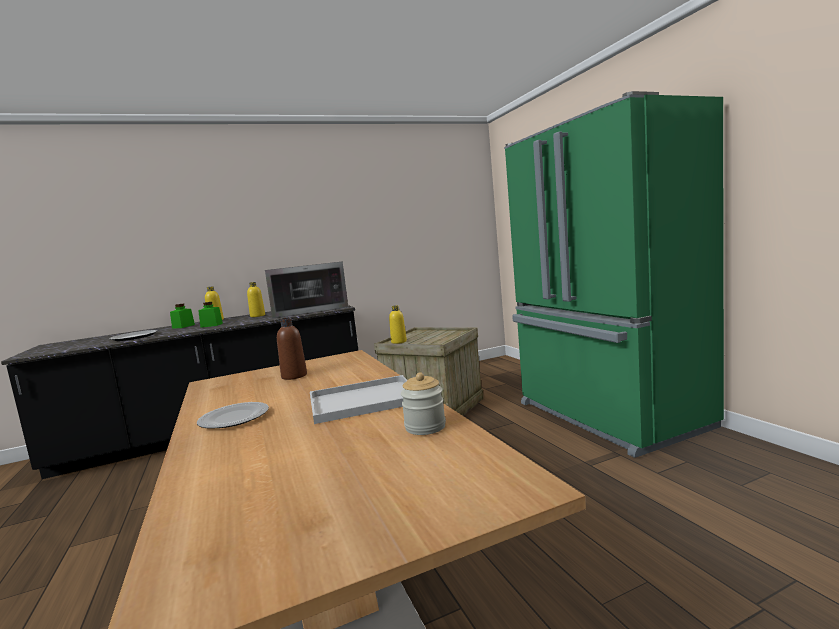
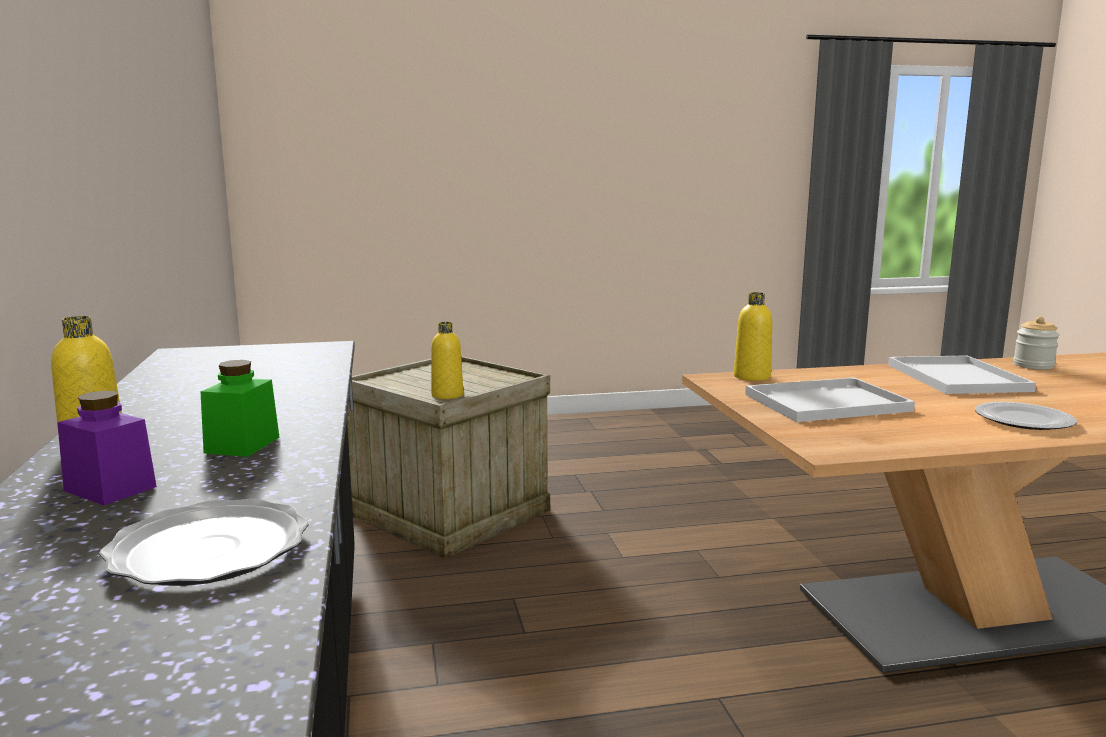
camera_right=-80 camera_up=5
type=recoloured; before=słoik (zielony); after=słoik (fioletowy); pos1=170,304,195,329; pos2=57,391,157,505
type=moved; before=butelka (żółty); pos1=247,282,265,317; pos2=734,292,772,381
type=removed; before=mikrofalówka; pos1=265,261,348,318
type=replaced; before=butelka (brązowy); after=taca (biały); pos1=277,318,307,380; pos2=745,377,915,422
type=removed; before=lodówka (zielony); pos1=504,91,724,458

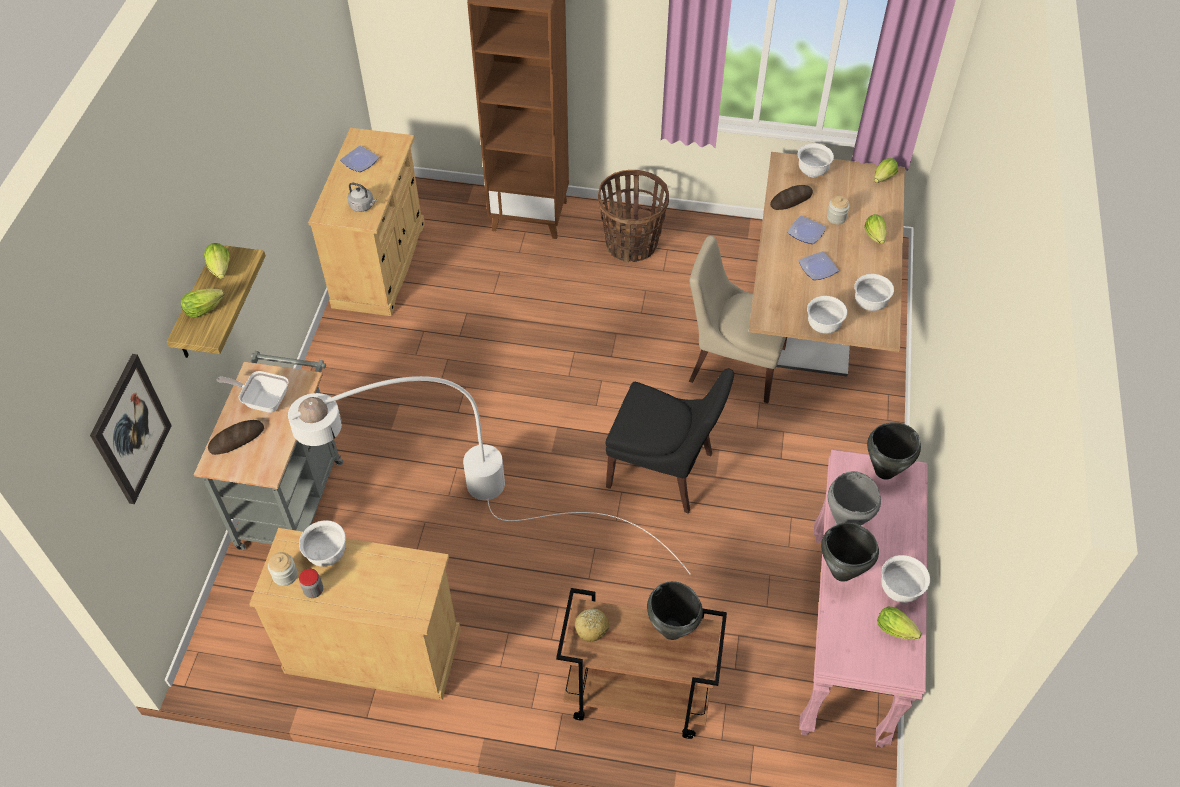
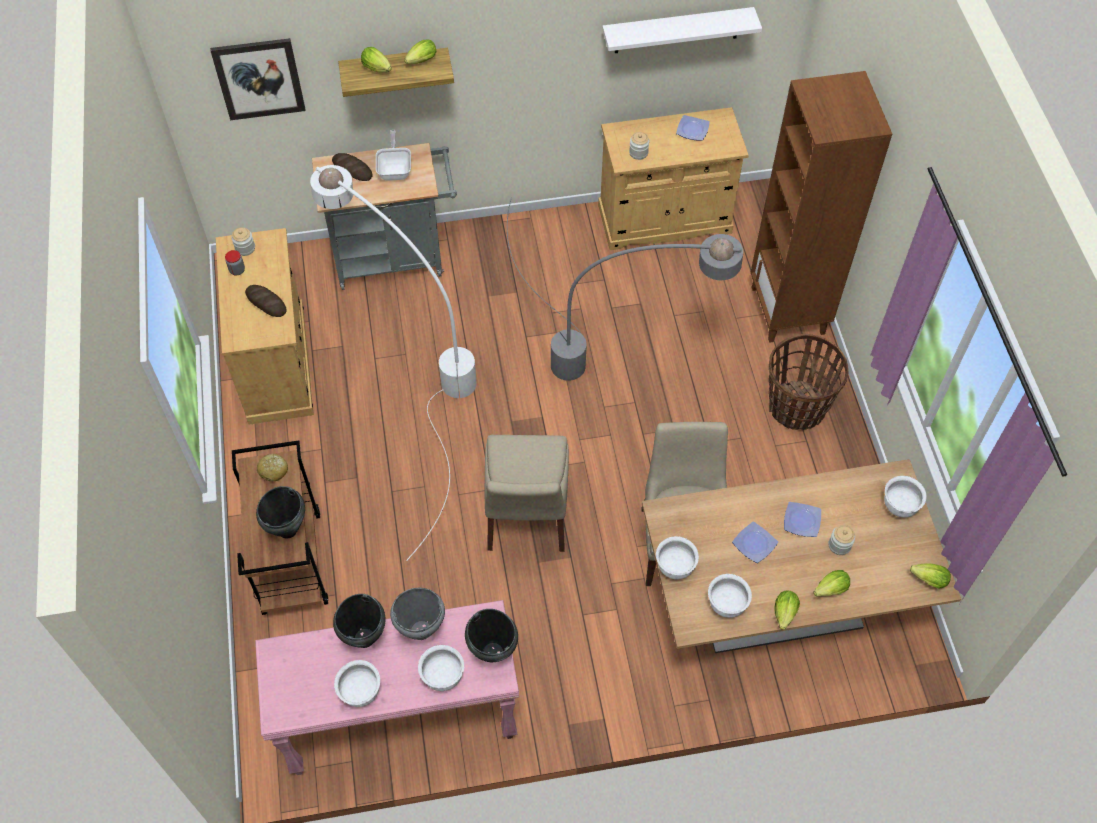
camera_right=70 camera_up=5
type=moved; before=miska (biały); pos1=299,520,346,567; pos2=418,645,464,691
type=replaced; before=czajnik (szary); after=słoik; pos1=348,183,377,212; pos2=629,132,649,160
type=recoloured; before=krzesło (czarny); after=krzesło (beżowy); pos1=606,368,734,514; pos2=485,435,569,552
type=moved; before=chleb; pos1=770,185,813,210; pos2=245,285,287,317
type=moved; before=sałata; pos1=877,607,922,640; pos2=774,591,800,630
type=added; after=lampa stojąca (szary); pos2=507,197,743,381
type=added; after=półka (biały); pos2=602,7,762,53

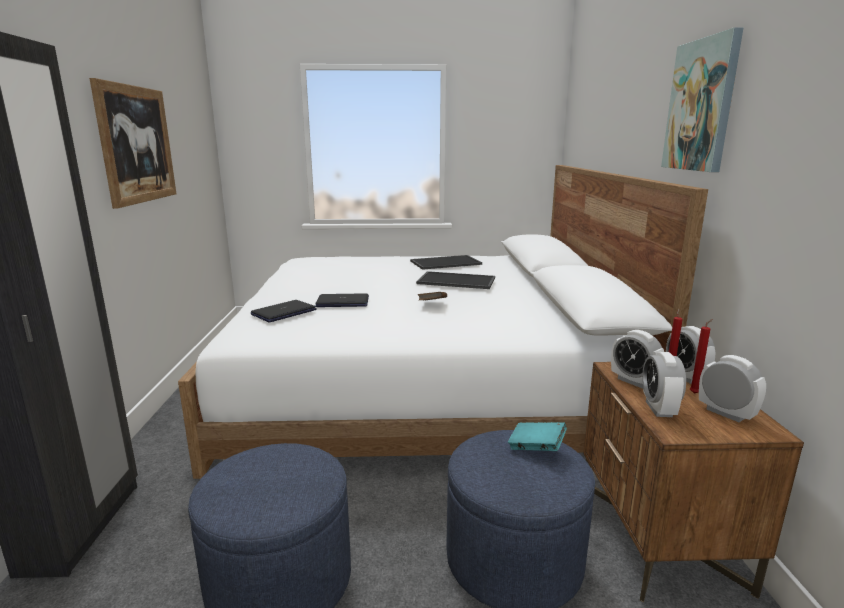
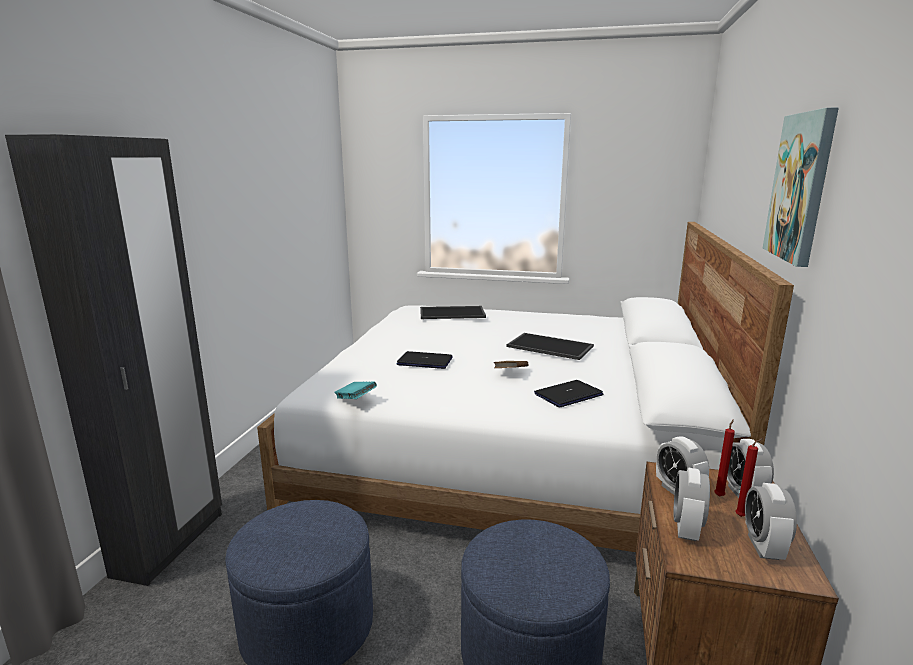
camera_right=15 camera_up=0
type=removed; before=obraz; pos1=89,78,176,209
type=moved; before=laptop; pos1=251,300,317,322; pos2=534,380,604,407
type=moved; before=taca; pos1=410,255,482,270; pos2=420,306,486,319
type=moved; before=książka (turkusowy); pos1=508,422,567,451; pos2=334,382,377,399
type=turned; before=budzik; pos1=699,355,766,422; pos2=745,483,797,560; turn=-150

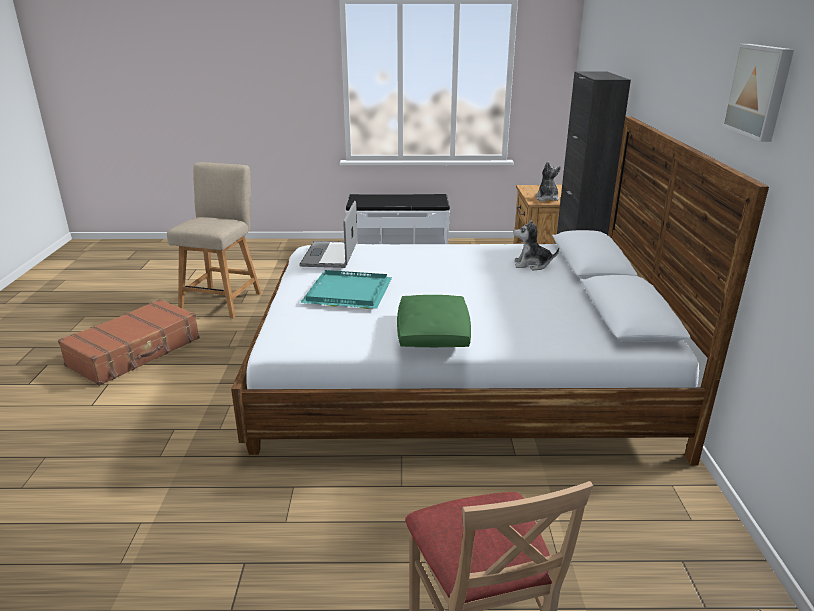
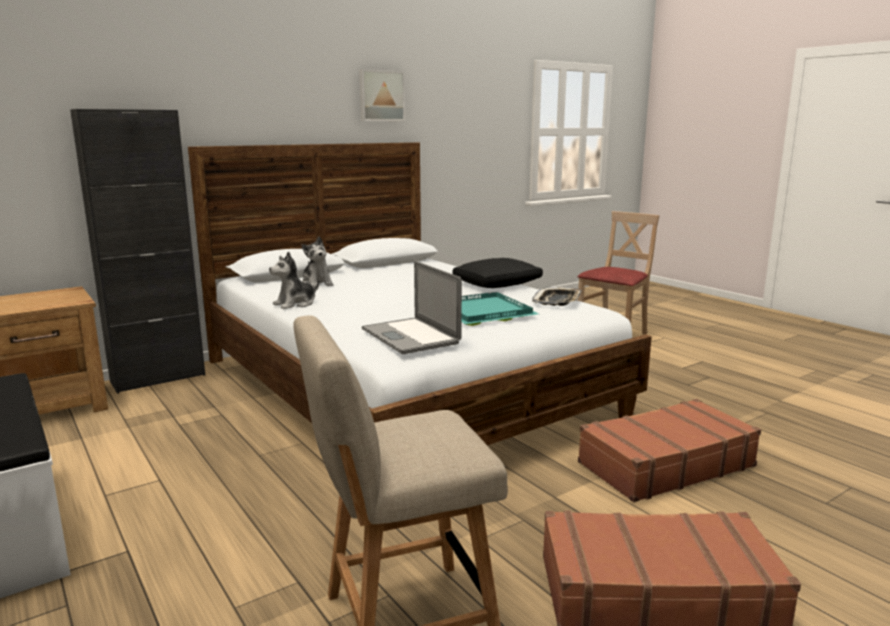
camera_right=-125 camera_up=-10
type=turned; before=laptop; pos1=299,201,358,268; pos2=362,261,462,354; turn=90
type=recoloured; before=poduszka (zielony); after=poduszka (czarny); pos1=397,295,471,347; pos2=453,258,543,288
type=moved; before=pluszak; pos1=536,162,561,201; pos2=269,251,320,309
type=added; after=taca; pos2=532,287,582,306
type=added; after=walizka (brązowy); pos2=578,399,761,502

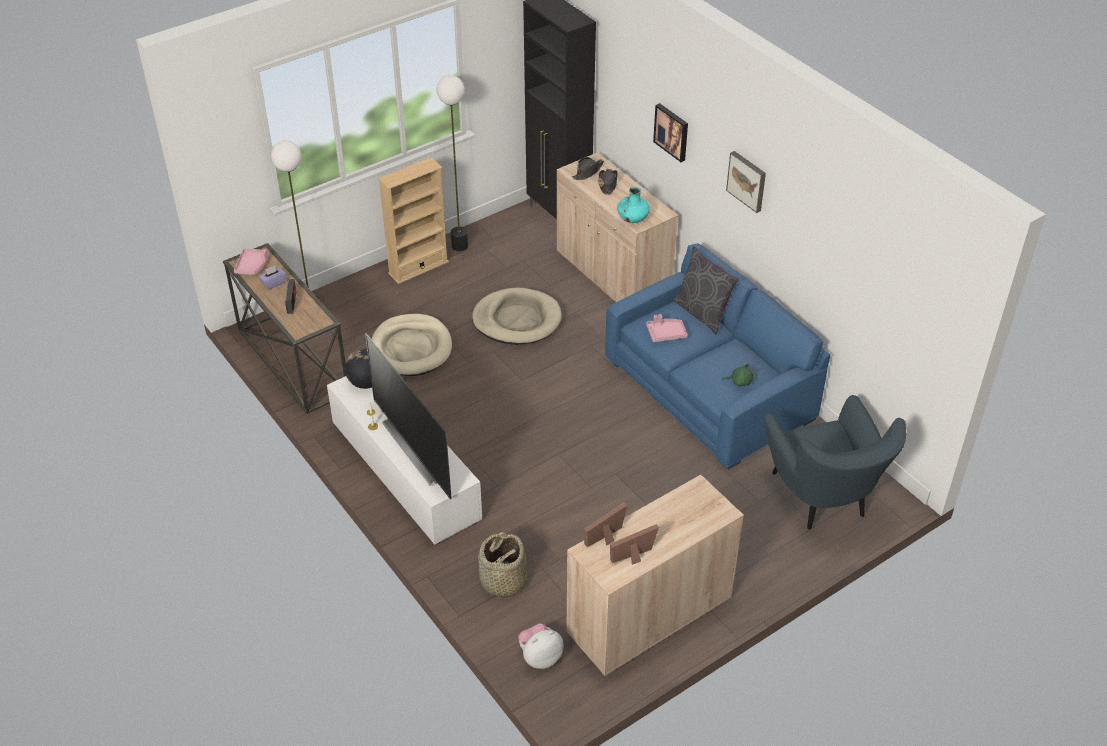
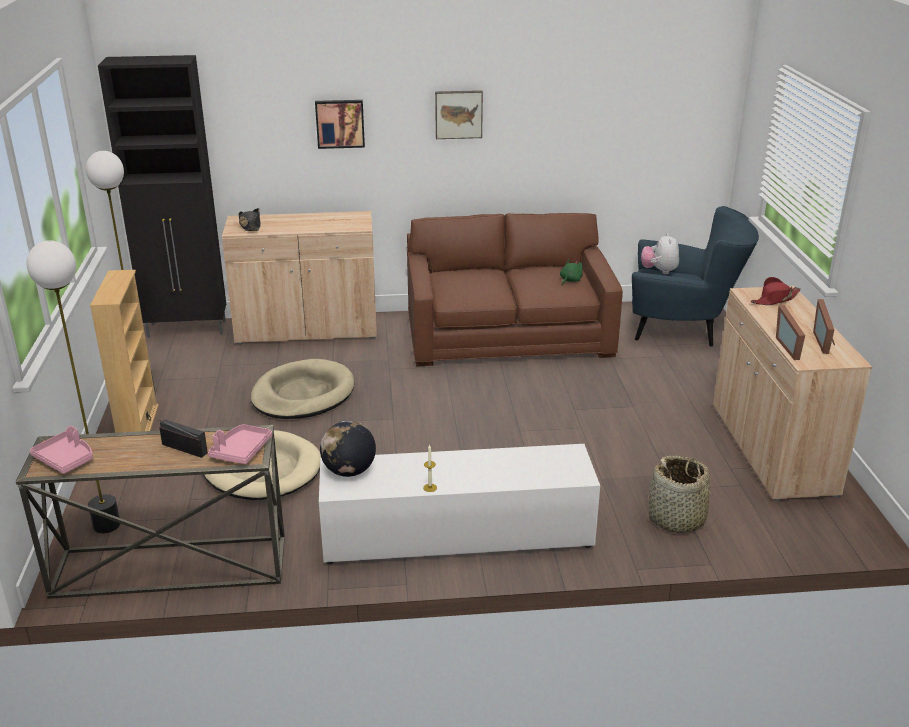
camera_right=-60 camera_up=-15
type=removed; before=pudełko chusteczek (fioletowy); pos1=259,266,286,290
type=removed; before=telewizor; pos1=365,333,452,500
type=moved; before=pluszak; pos1=518,624,564,669; pos2=641,233,679,274
type=removed; before=kapelusz (czarny); pos1=598,169,618,195
type=recoloured; before=kanapa (niebieski); after=kanapa (brązowy); pos1=605,243,830,470; pos2=407,213,623,367
type=removed; before=wazon (turkusowy); pos1=617,187,650,223
type=moved; before=taca (różowy); pos1=646,314,688,342; pos2=208,424,272,464
type=removed; before=poduszka (szary); pos1=673,246,739,334
type=added; after=kapelusz (czerwony); pos2=751,277,801,305

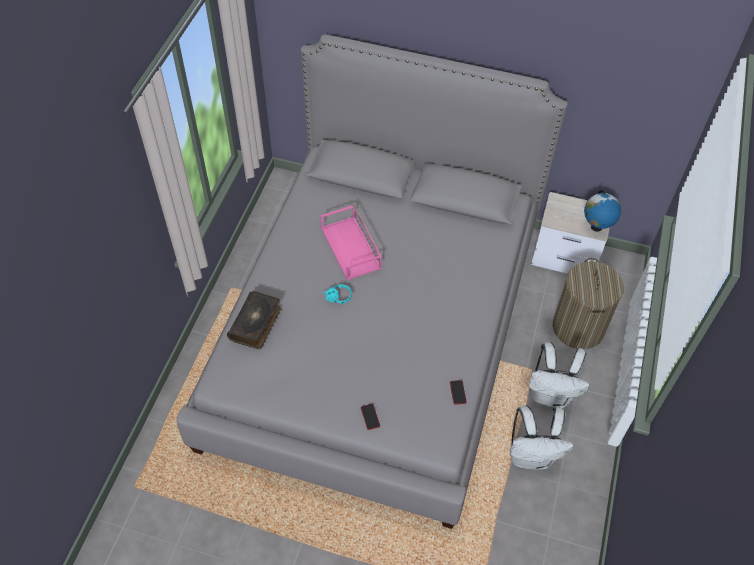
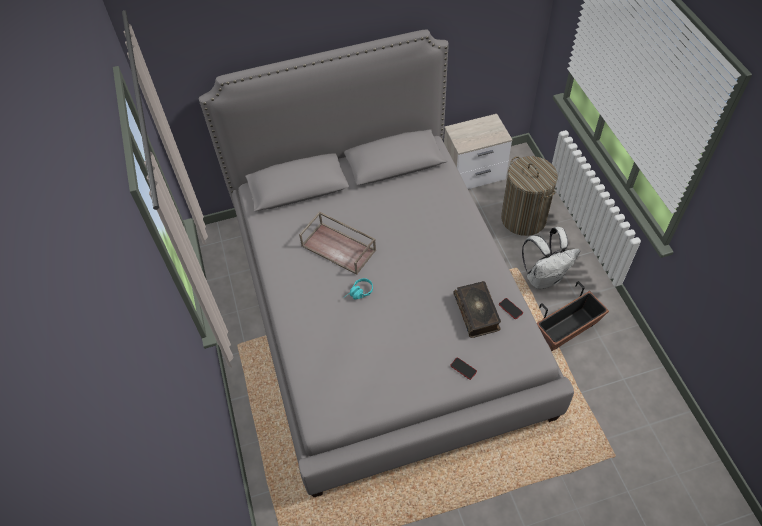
camera_right=-30 camera_up=0
type=moved; before=książka; pos1=227,291,281,349; pos2=453,281,501,338
type=recoloured; before=taca (różowy); after=taca (brązowy); pos1=320,205,382,280; pos2=299,212,376,275
type=replaced; before=plecak (biały); after=donica; pos1=510,405,573,470; pos2=537,281,609,352
type=removed; before=globus; pos1=584,190,621,232

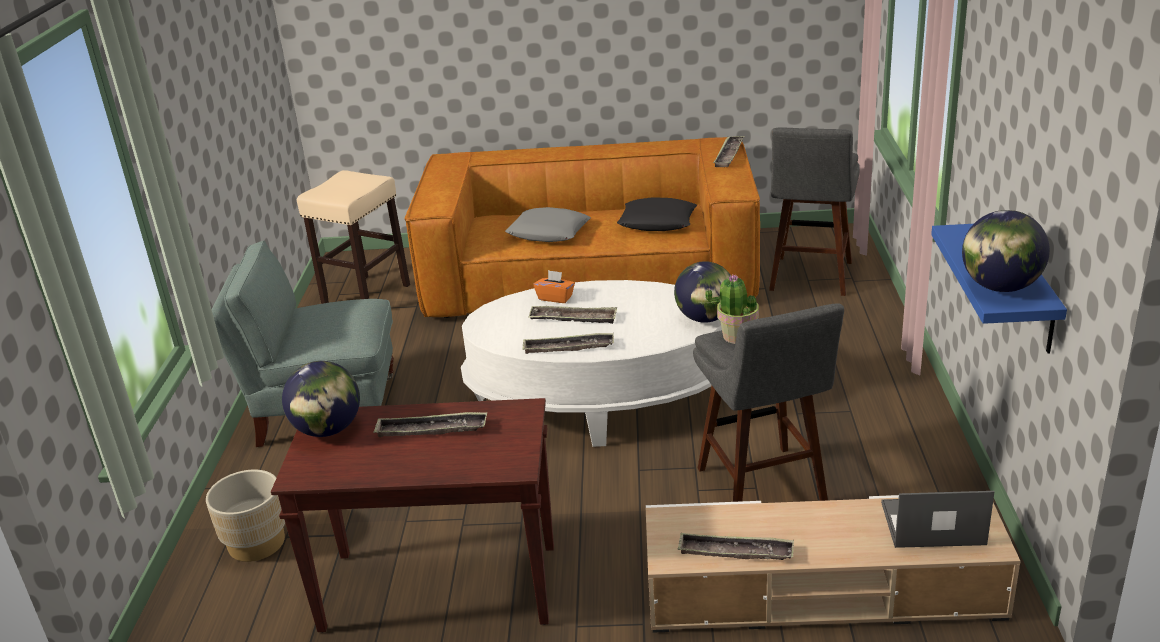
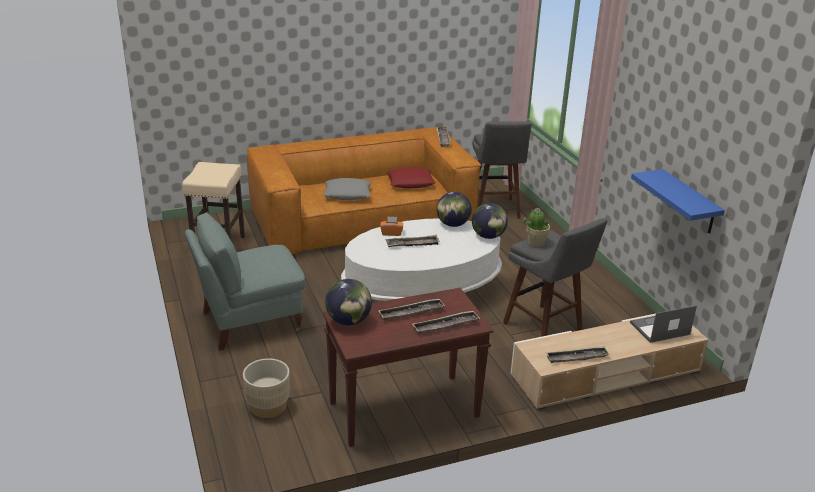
camera_right=-25 camera_up=0
type=moved; before=taca; pos1=522,333,614,354; pos2=412,311,480,334
type=recoloured; before=poduszka (czarny); after=poduszka (czerwony); pos1=617,197,697,231; pos2=386,167,436,189
type=moved; before=globus; pos1=962,210,1050,292; pos2=437,192,472,227

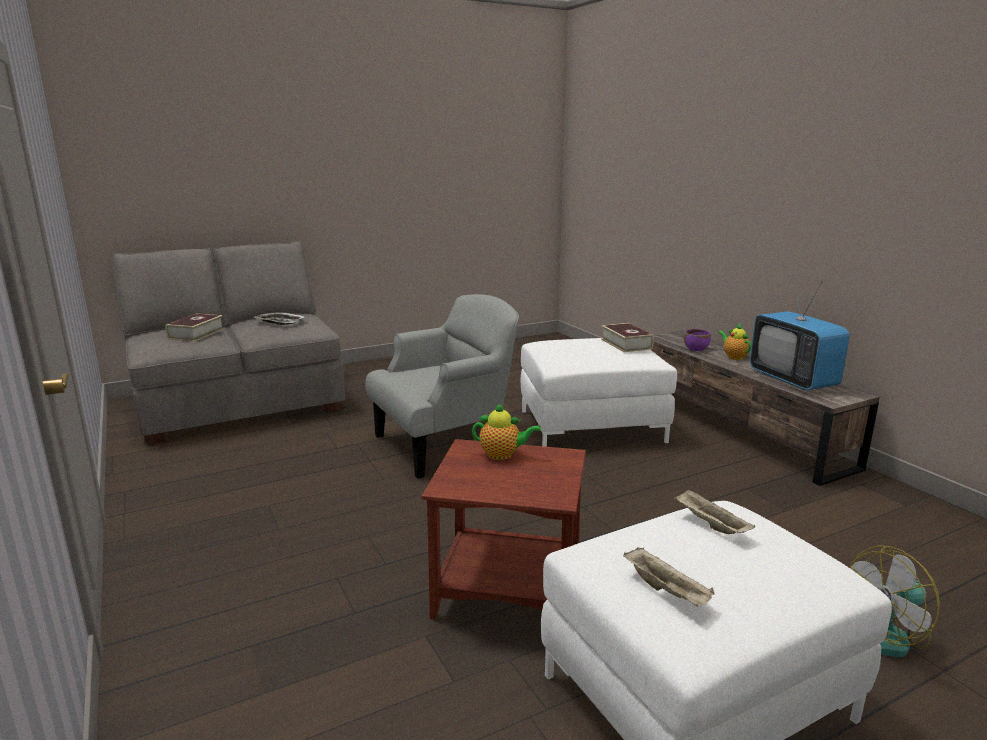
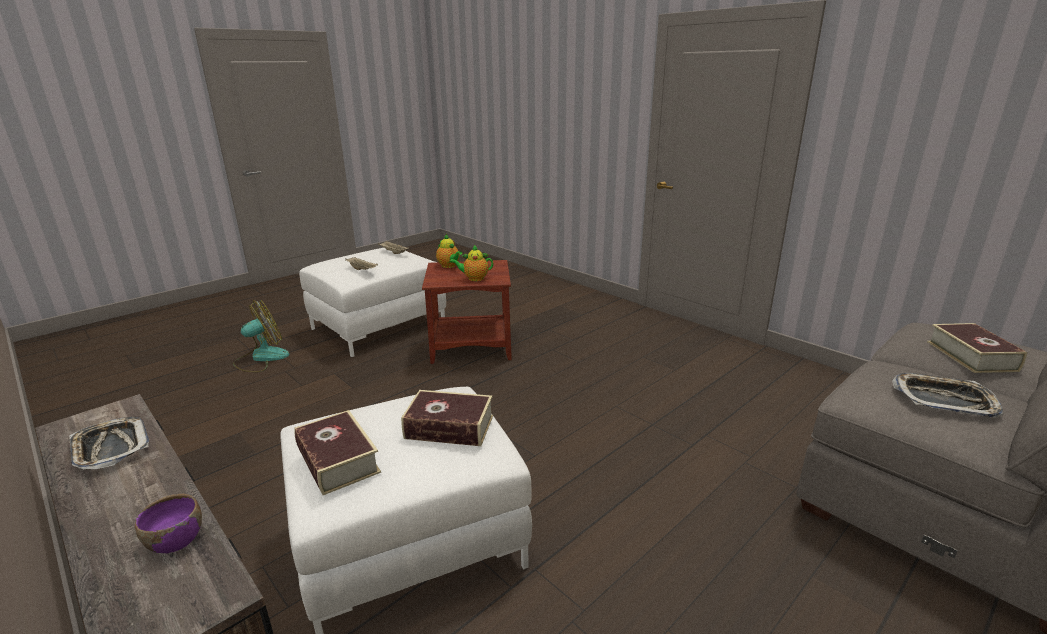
camera_right=165 camera_up=5
type=removed; before=fotel (szary); pos1=365,294,519,479
type=moved; before=imbryk; pos1=718,323,751,360; pos2=436,234,462,268
type=replaced; before=telewizor; after=taca; pos1=750,275,850,390; pos2=69,417,149,469
type=added; after=książka; pos2=401,390,493,446

